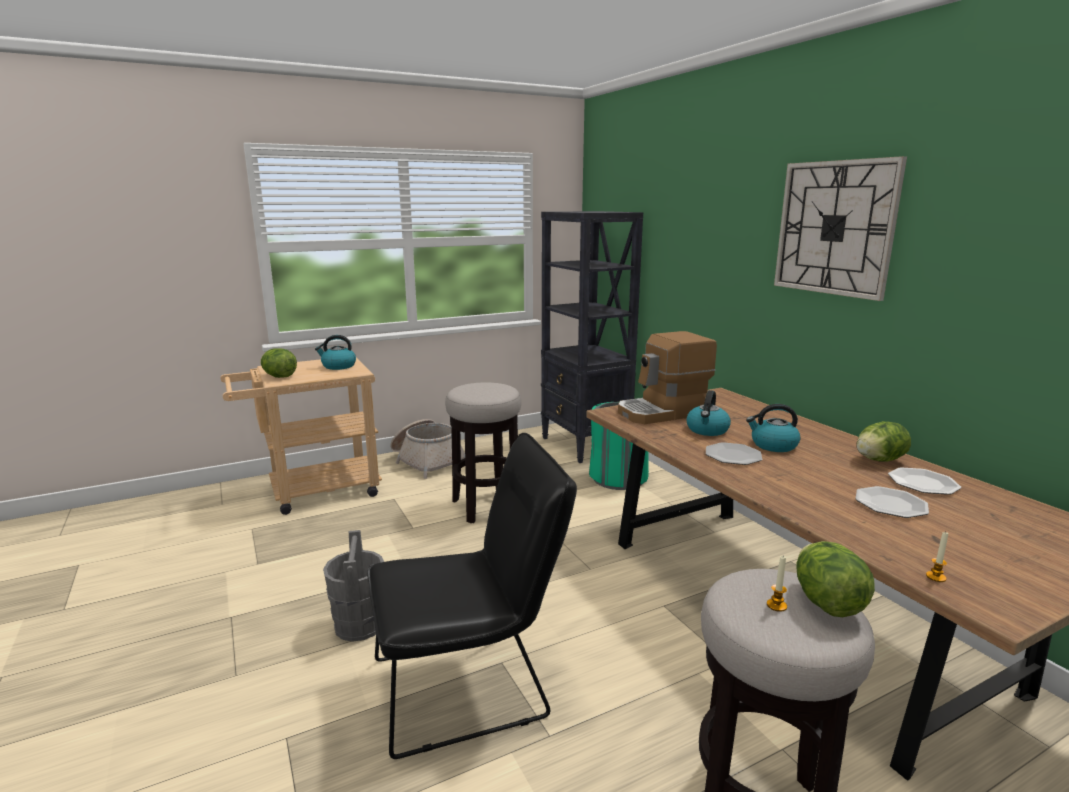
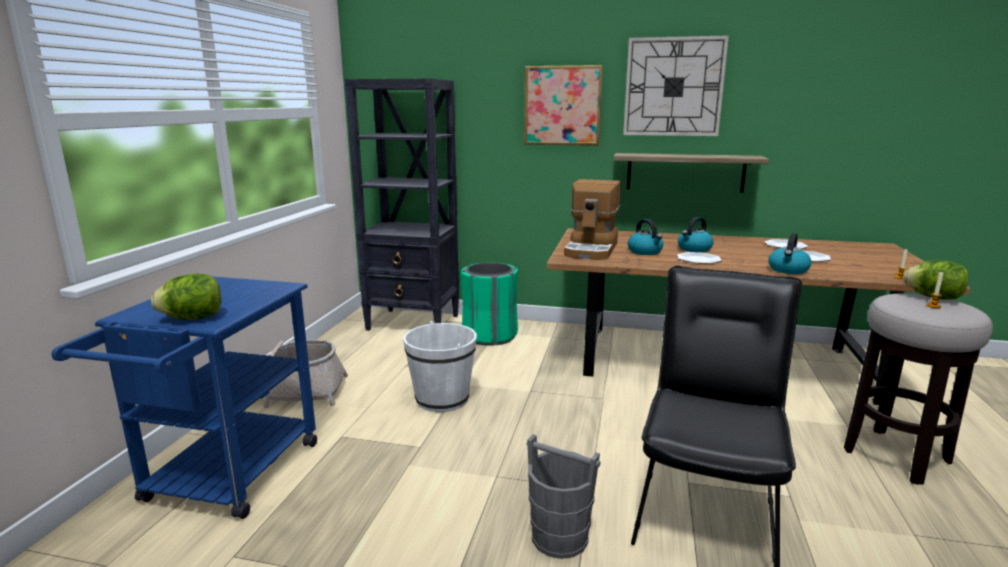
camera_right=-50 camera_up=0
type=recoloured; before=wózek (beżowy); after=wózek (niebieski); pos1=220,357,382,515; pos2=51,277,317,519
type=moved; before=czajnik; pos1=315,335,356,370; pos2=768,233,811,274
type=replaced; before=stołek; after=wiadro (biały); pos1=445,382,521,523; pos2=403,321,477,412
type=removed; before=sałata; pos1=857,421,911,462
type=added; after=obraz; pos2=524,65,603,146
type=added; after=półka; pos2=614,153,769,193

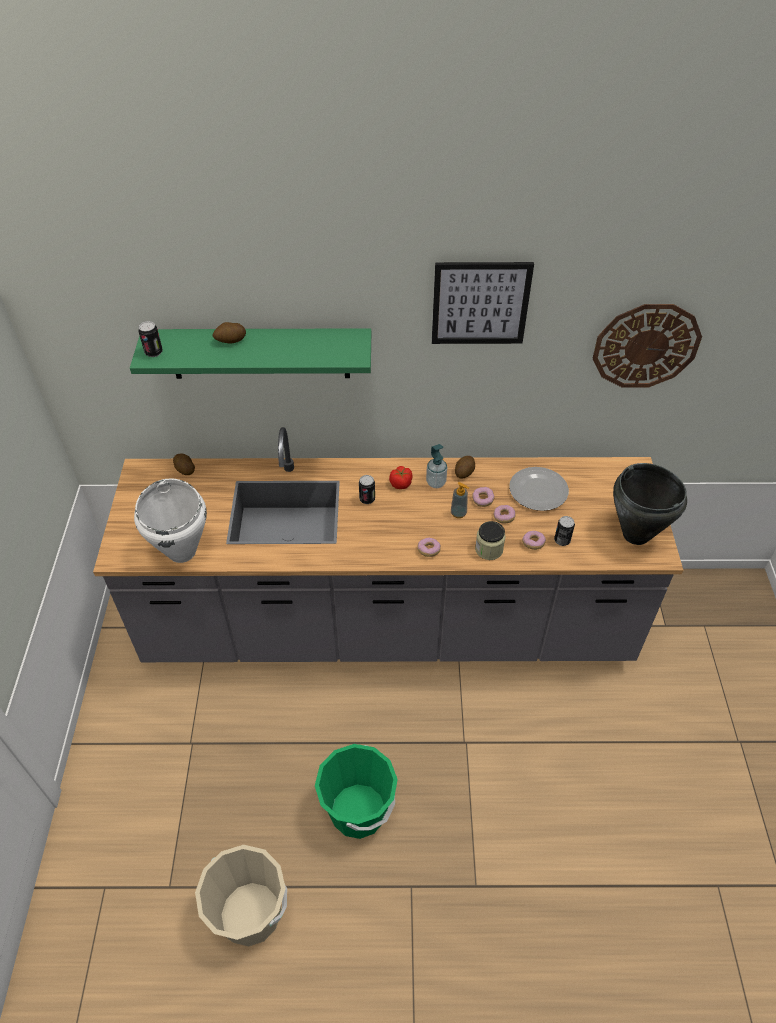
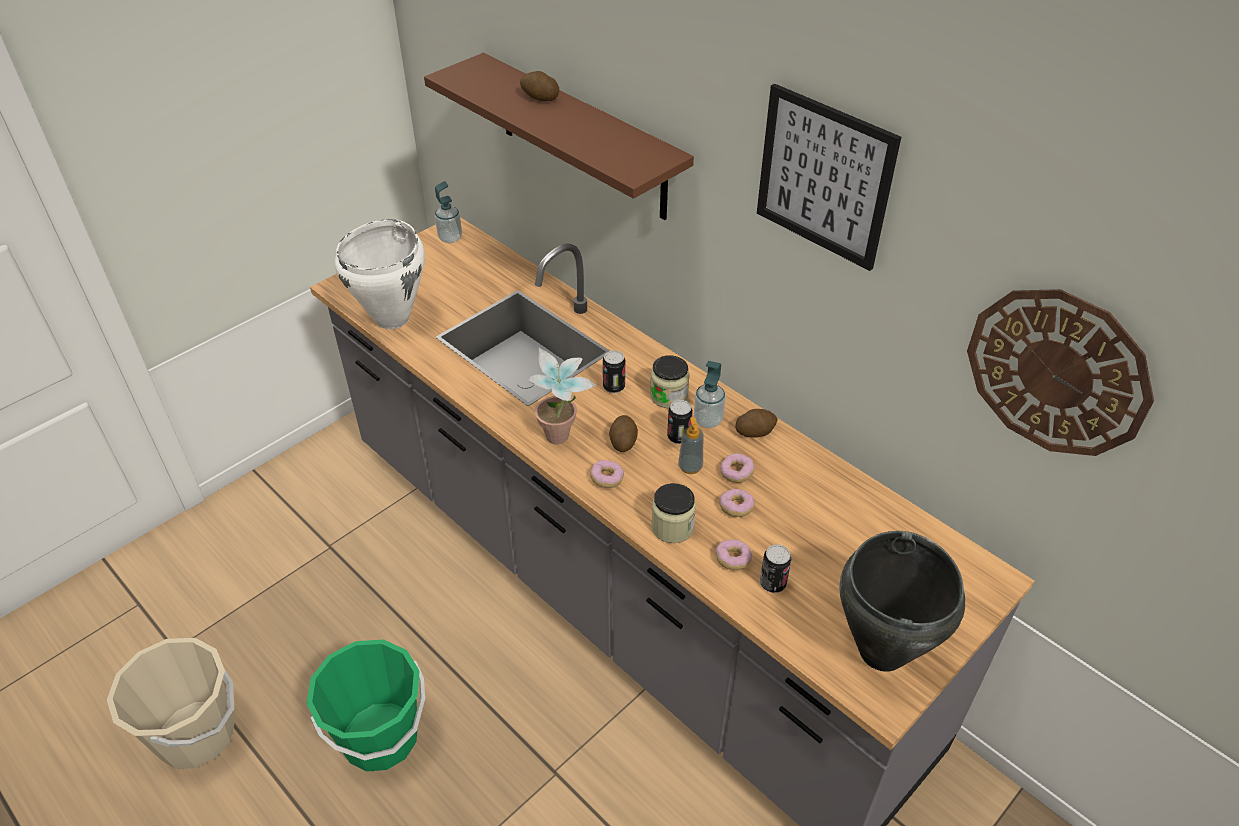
camera_right=45 camera_up=-5
type=recoloured; before=półka (zielony); after=półka (brązowy); pos1=130,328,371,379; pos2=424,53,694,220
type=moved; before=puszka; pos1=138,321,163,357; pos2=667,400,693,444
type=moved; before=ziemniak; pos1=173,453,195,475; pos2=609,415,638,452
type=replaced; before=pomidor; after=słoik; pos1=389,466,412,489; pos2=650,355,690,409
type=removed; before=talerz; pos1=509,467,569,511
type=added; after=dozownik mydła; pos2=435,181,462,243
type=added; after=roślina doniczkowa; pos2=527,348,596,445

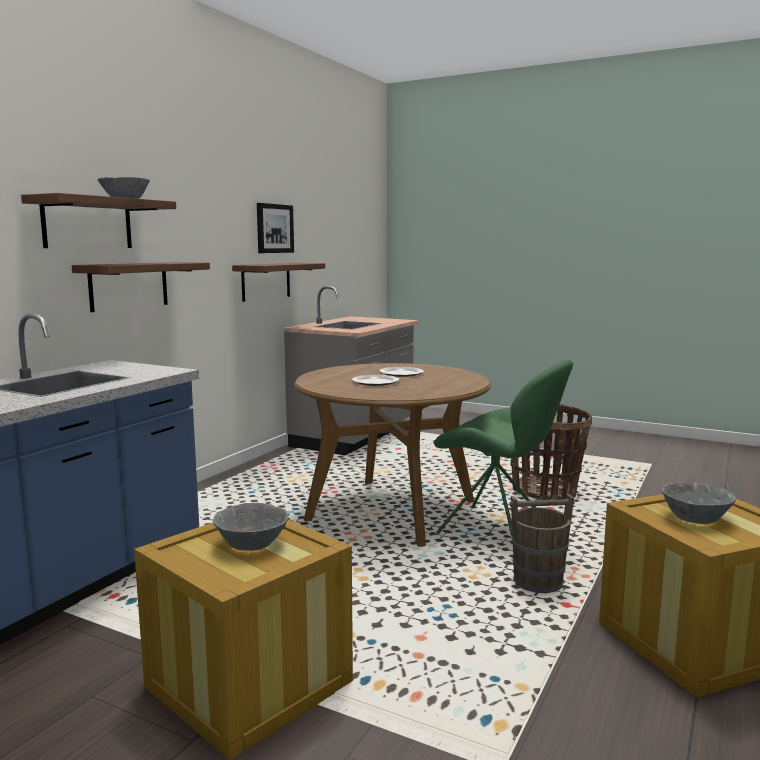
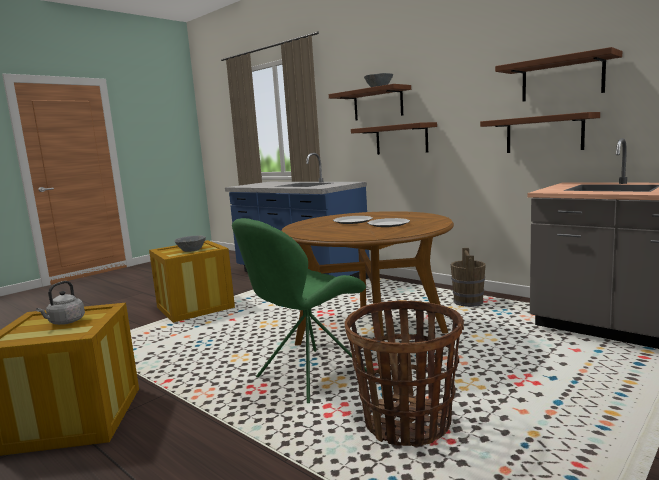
camera_right=105 camera_up=0
type=replaced; before=obraz; after=półka; pos1=257,203,294,253; pos2=495,47,622,102
type=moved; before=wiadro (brązowy); pos1=510,494,574,593; pos2=451,248,486,307
type=replaced; before=miska (szary); after=czajnik (szary); pos1=661,482,736,524; pos2=36,281,85,325

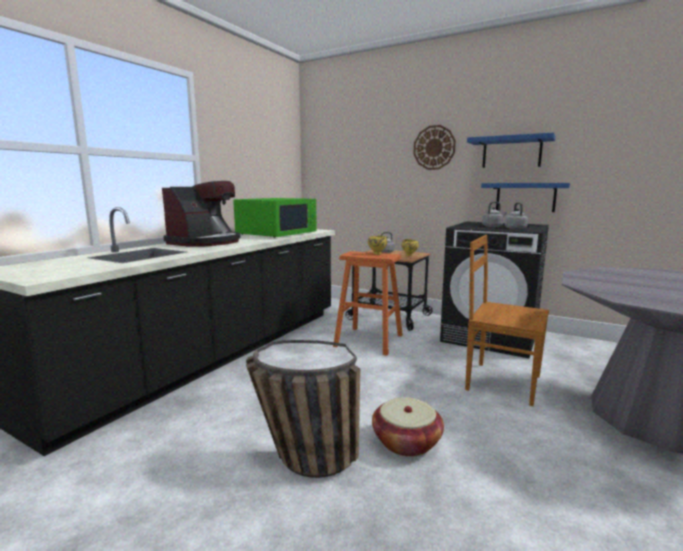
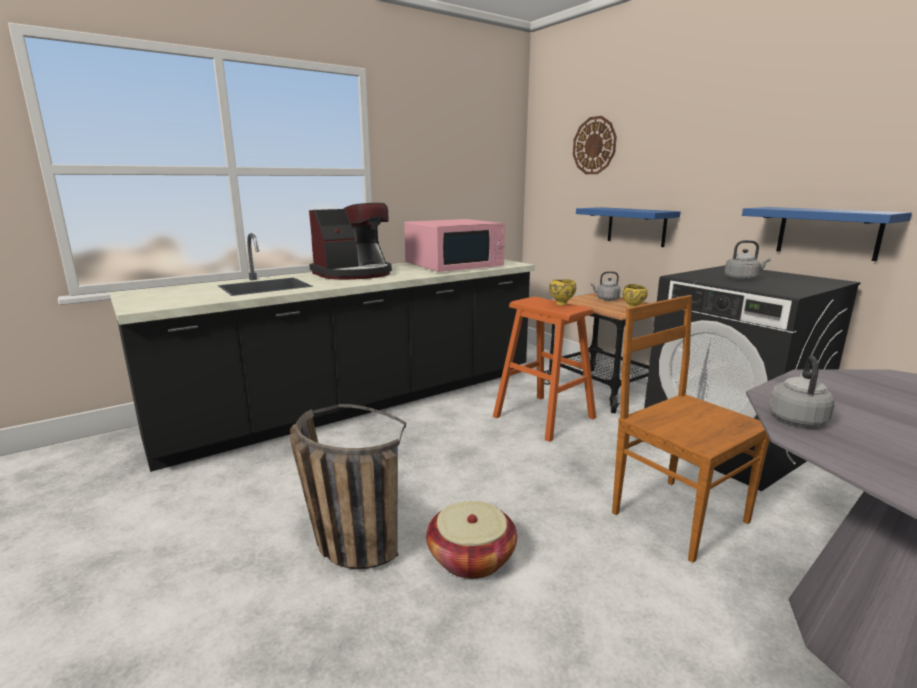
camera_right=25 camera_up=5
type=recoloured; before=mikrofalówka (zielony); after=mikrofalówka (różowy); pos1=233,198,317,238; pos2=404,219,505,272
type=moved; before=zegar ścienny; pos1=414,125,456,170; pos2=573,116,617,174
type=moved; before=półka (niebieski); pos1=467,132,556,168; pos2=576,207,680,247
type=moved; before=czajnik (szary); pos1=505,202,528,230; pos2=769,356,835,426

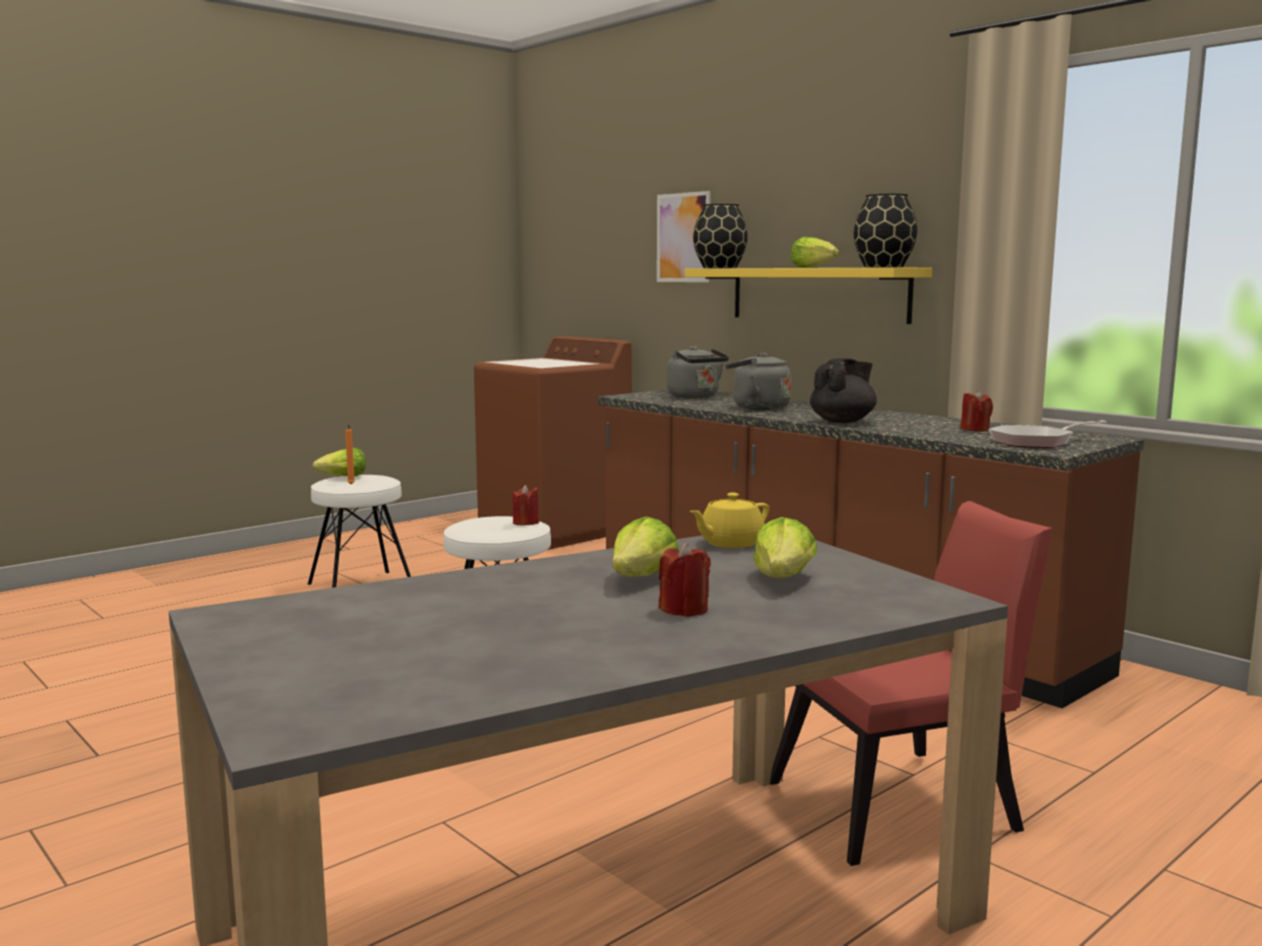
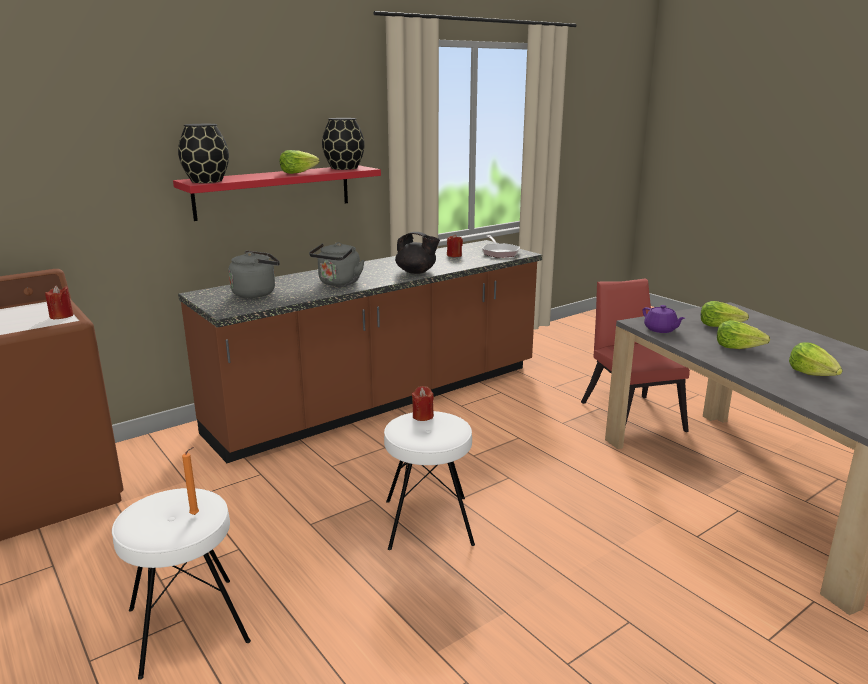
camera_right=-85 camera_up=10
type=moved; before=sałata; pos1=312,448,366,476; pos2=789,342,843,376
type=removed; before=obraz; pos1=657,191,711,282
type=moved; before=świeca (czerwony); pos1=659,542,711,617; pos2=45,285,74,320
type=recoloured; before=półka (żółty); after=półka (czerwony); pos1=685,267,932,324; pos2=173,165,381,221
type=recoloured; before=imbryk (żółty); after=imbryk (fioletowy); pos1=690,493,769,548; pos2=643,305,685,333
type=turned; before=imbryk (czarny); pos1=810,358,877,423; pos2=395,232,440,274; turn=150

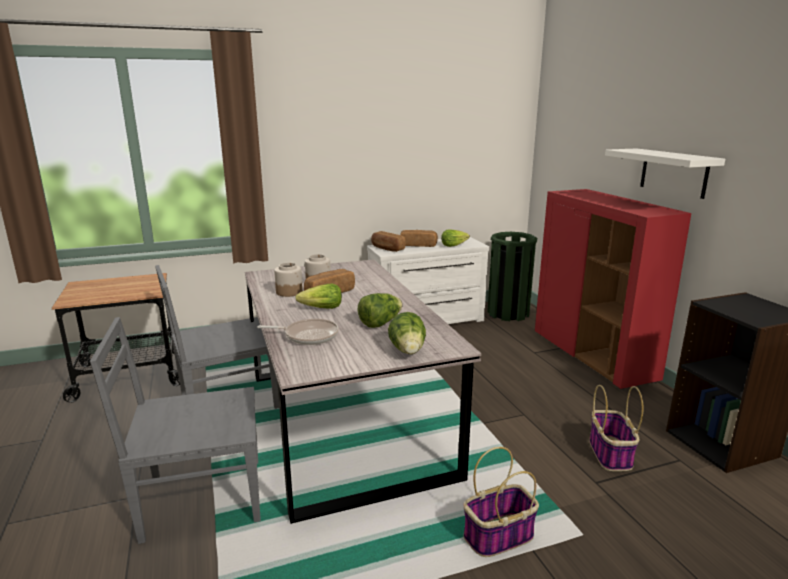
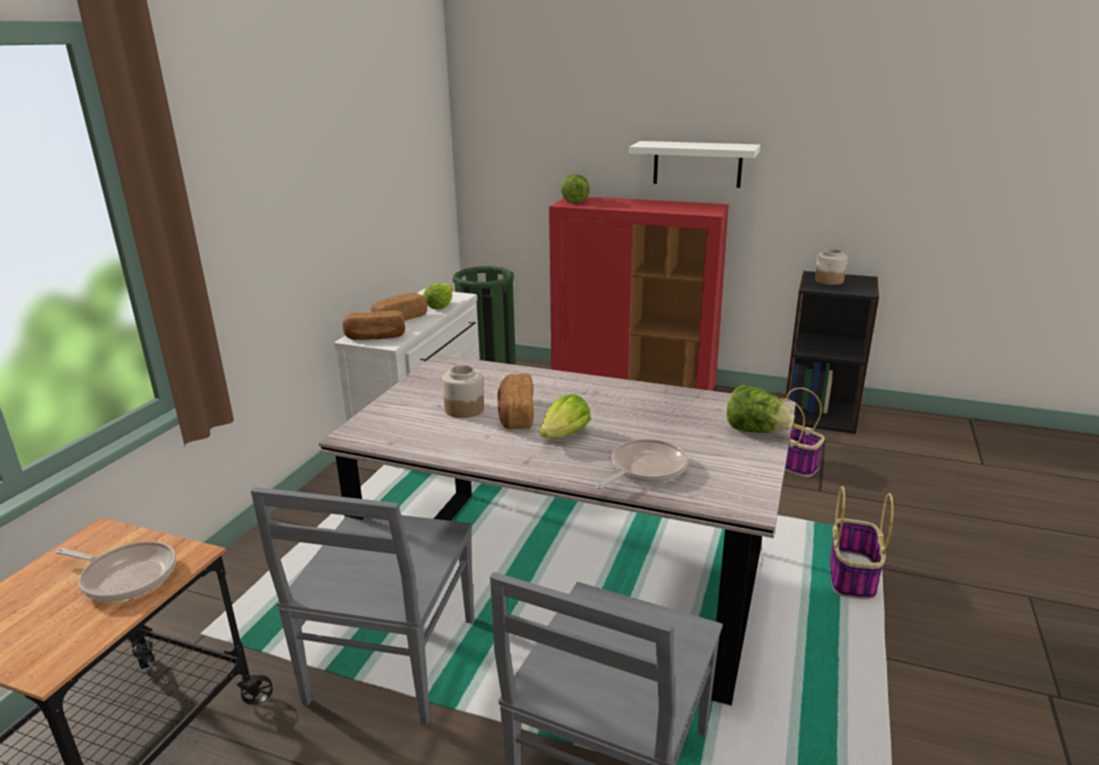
camera_right=-50 camera_up=5
type=moved; before=słoik; pos1=274,263,303,297; pos2=815,249,847,285
type=moved; before=sałata; pos1=357,293,403,328; pos2=561,174,590,204
type=added; after=patelnia; pos2=56,541,176,602

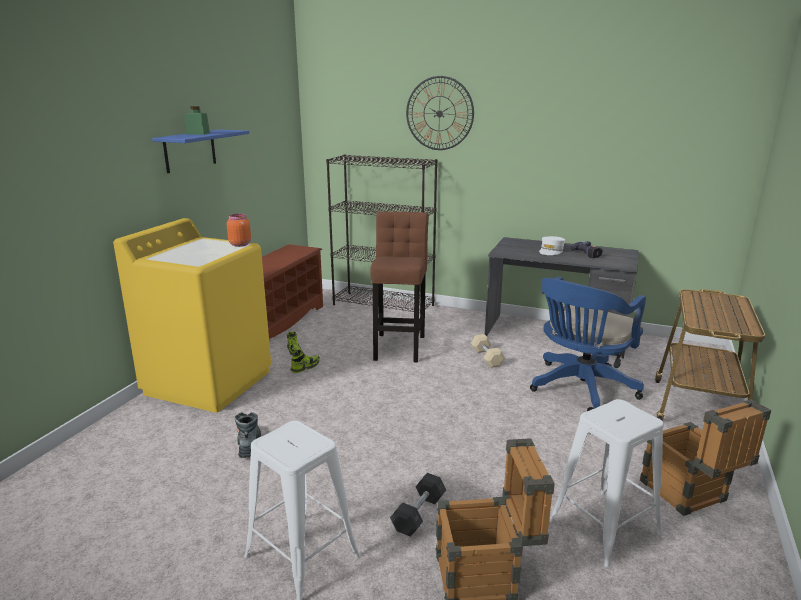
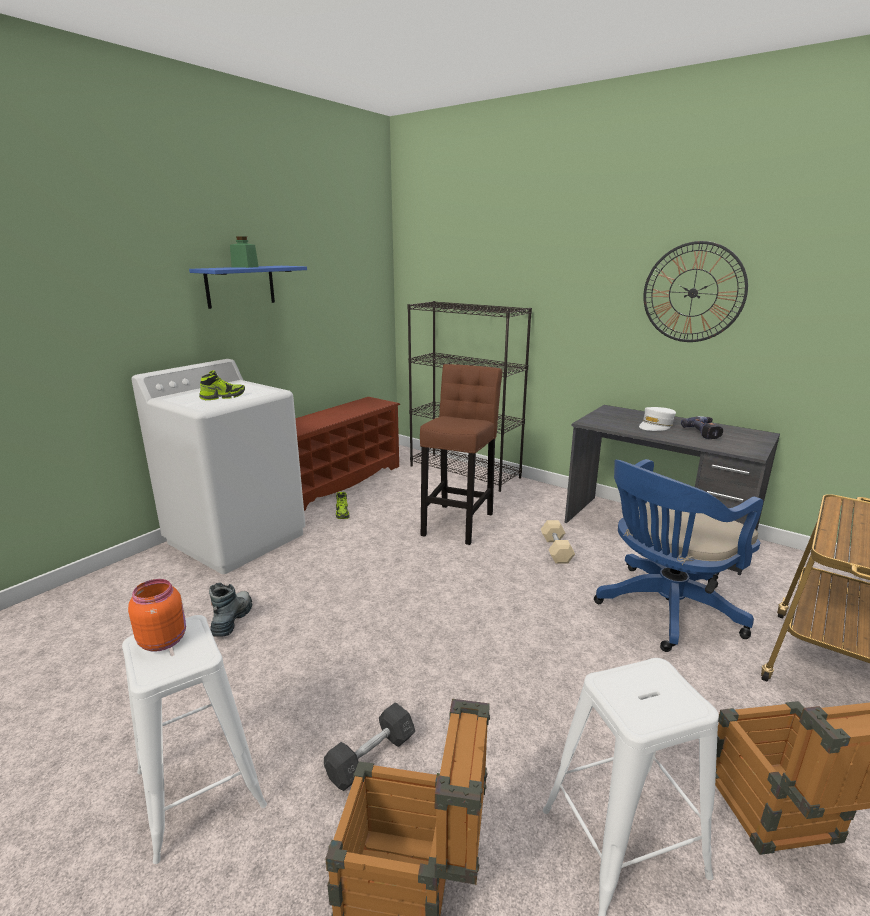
camera_right=15 camera_up=0
type=recoloured; before=pralka (żółty); after=pralka (biały); pos1=113,218,271,413; pos2=131,359,305,574
type=moved; before=słoik (pomarańczowy); pos1=227,214,251,247; pos2=128,579,186,652
type=moved; before=but; pos1=290,349,320,373; pos2=199,370,245,400
type=moved; before=zegar ścienny; pos1=406,76,474,150; pos2=643,241,748,342

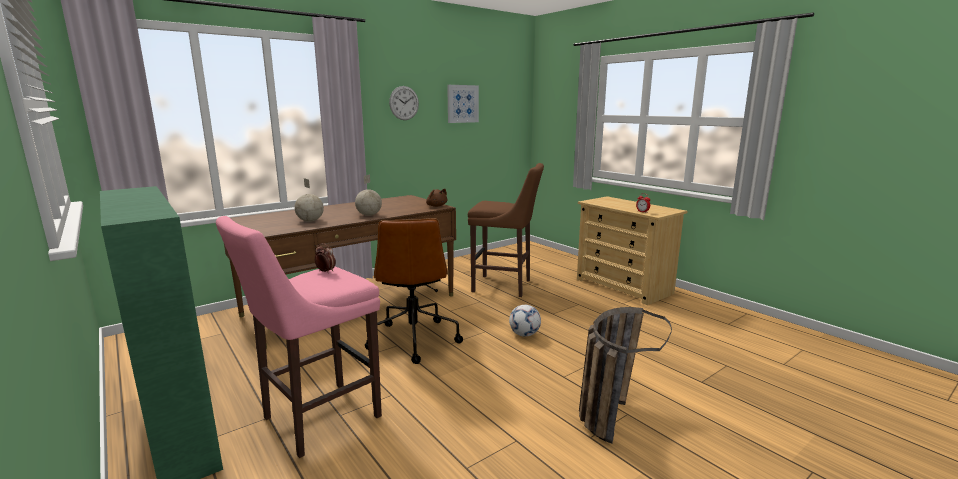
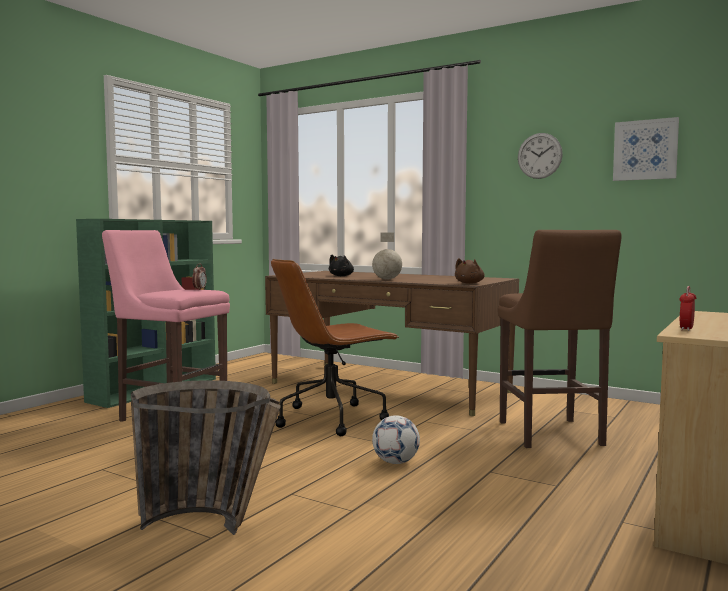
camera_right=70 camera_up=-10
type=replaced; before=globus; after=pluszak (czarny); pos1=294,178,324,222; pos2=329,255,354,276

